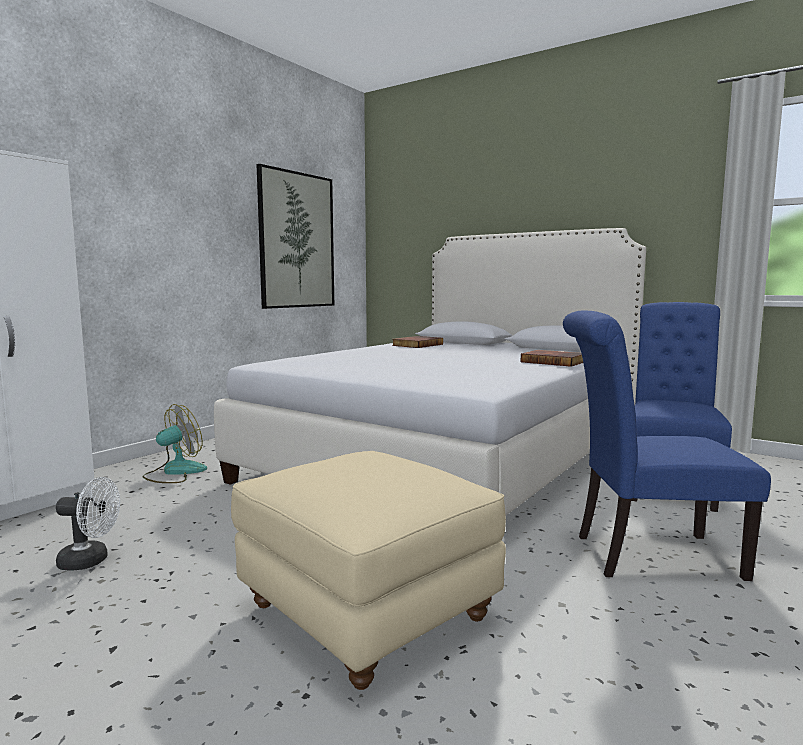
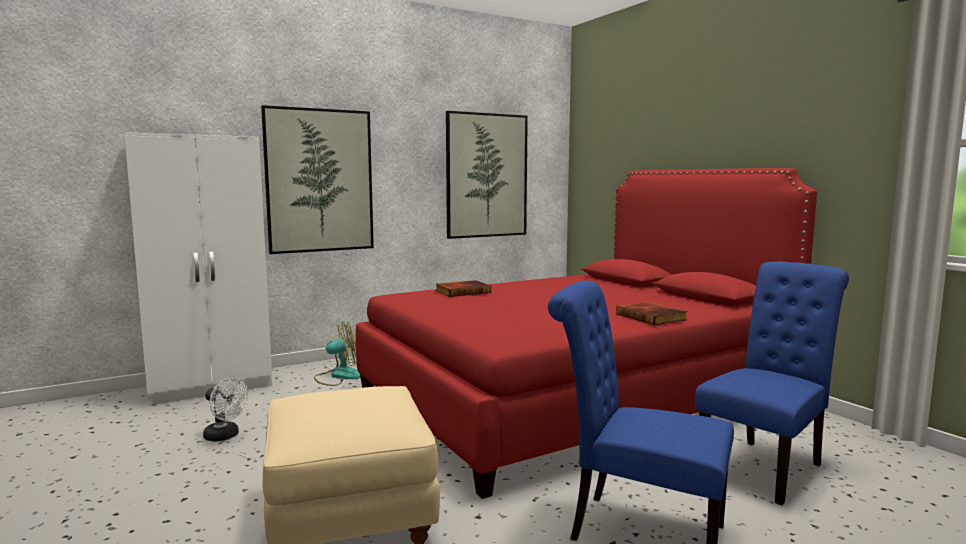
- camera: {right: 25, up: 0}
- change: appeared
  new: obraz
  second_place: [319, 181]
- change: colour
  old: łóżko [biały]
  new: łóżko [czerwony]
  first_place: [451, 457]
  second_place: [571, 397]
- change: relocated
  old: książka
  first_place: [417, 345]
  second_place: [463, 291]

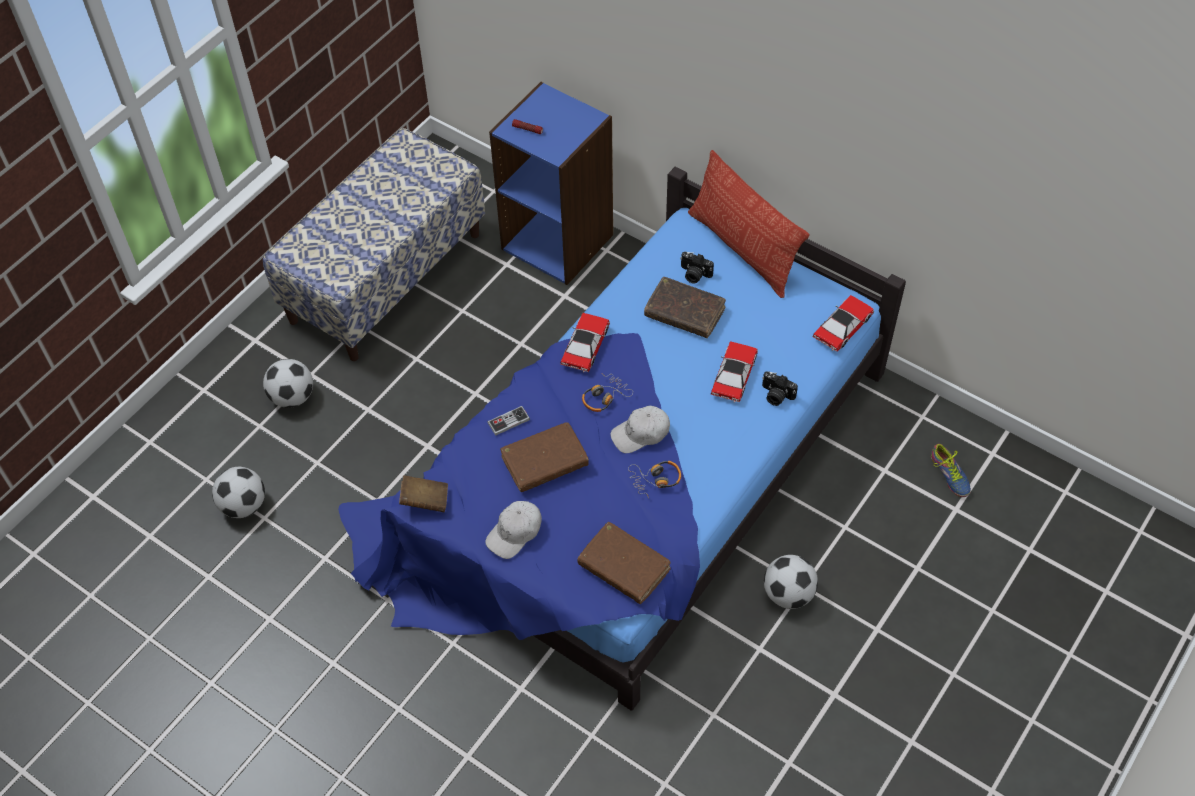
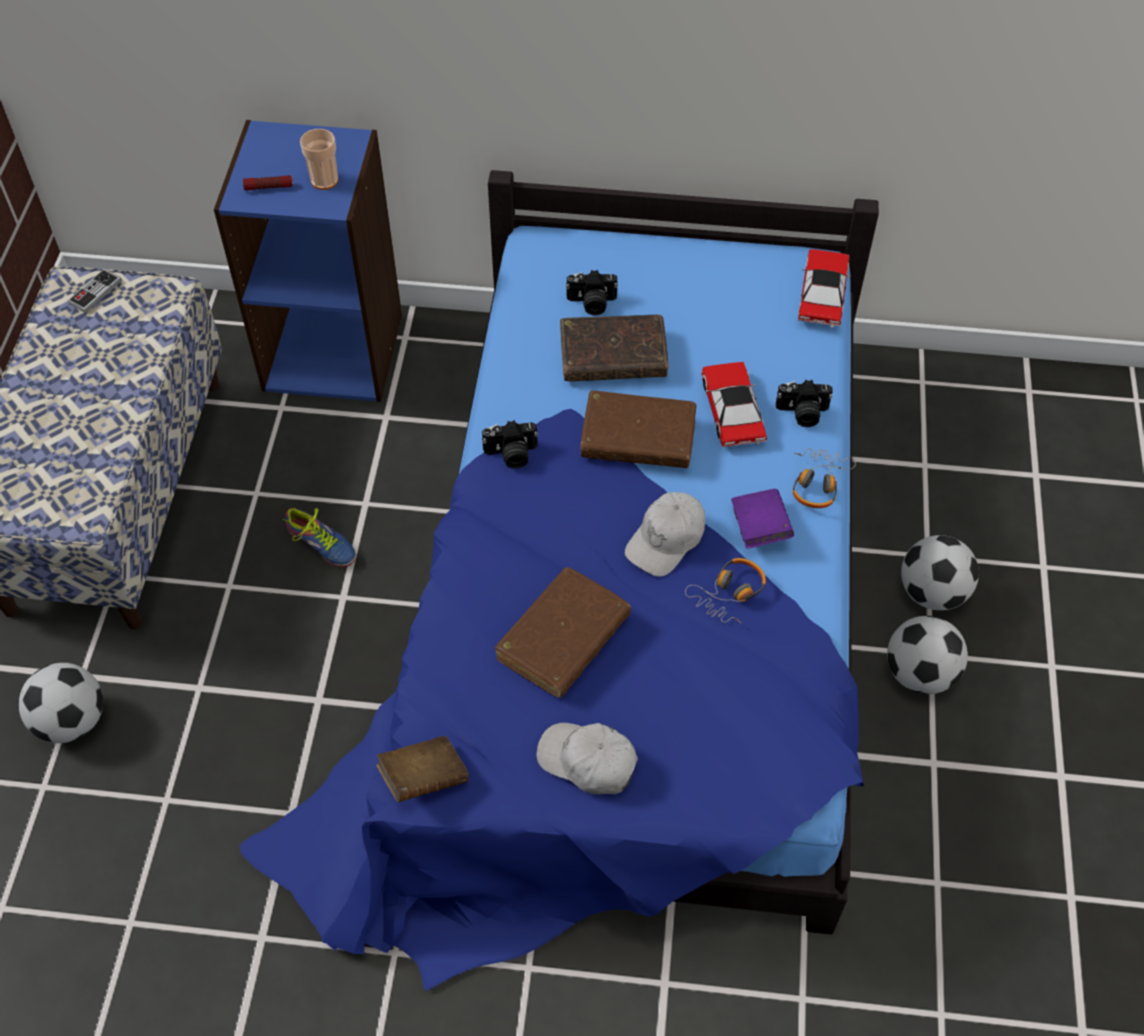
- camera: {right: -30, up: 0}
- change: relocated
  old: pad do gier
  first_place: [508, 421]
  second_place: [95, 292]
- change: relocated
  old: but
  first_place: [948, 476]
  second_place: [320, 546]
- change: appeared
  new: filiżanka
  second_place: [324, 180]
- change: exchanged
  old: samochodzik
  new: aparat fotograficzny
  first_place: [585, 346]
  second_place: [511, 455]
- change: spun
  old: czapka z daszkiem [biały]
  first_place: [515, 533]
  second_place: [588, 762]
  degrees: 105
- change: relocated
  old: książka [brązowy]
  first_place: [624, 568]
  second_place: [638, 438]
- change: appeared
  new: książka [fioletowy]
  second_place: [759, 529]
- change: relocated
  old: słuchawki
  first_place: [604, 397]
  second_place: [817, 483]
- change: relocated
  old: piłka futbolowa
  first_place: [244, 505]
  second_place: [932, 592]
- change: missing
  old: poduszka
  first_place: [743, 249]

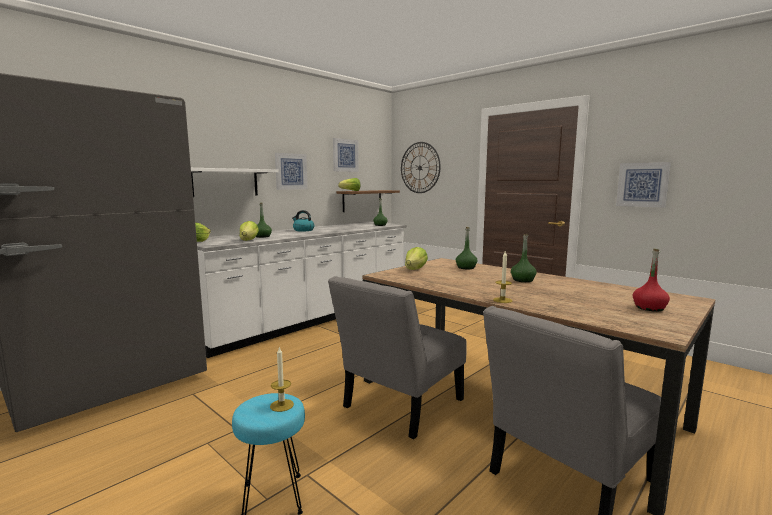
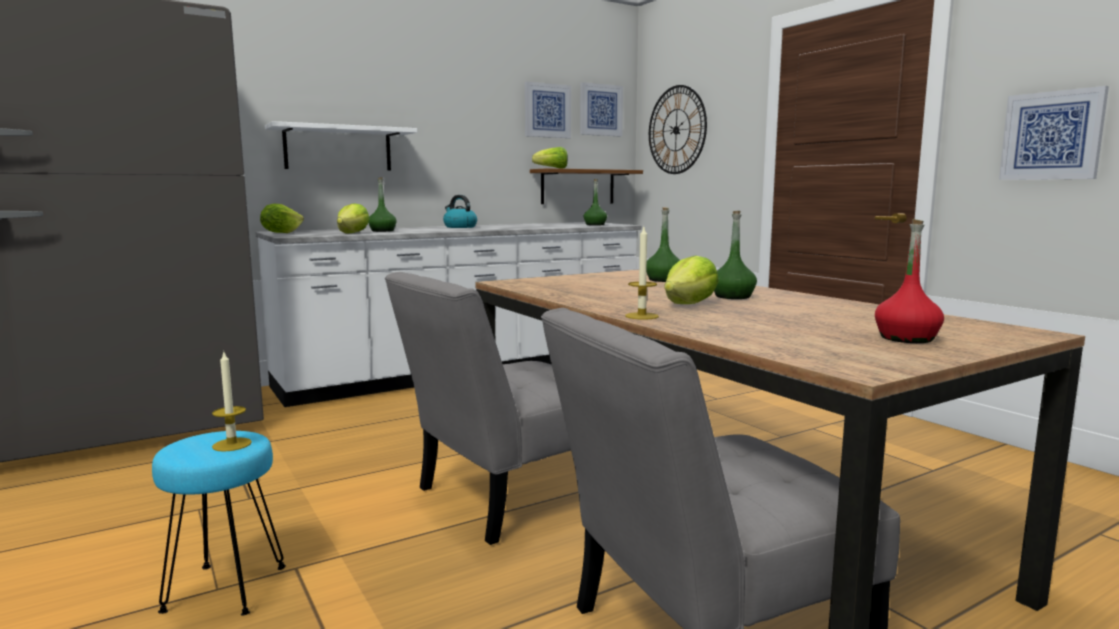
- camera: {right: 15, up: 0}
- change: relocated
  old: obraz
  first_place: [291, 171]
  second_place: [600, 110]
- change: relocated
  old: sałata
  first_place: [415, 269]
  second_place: [690, 304]

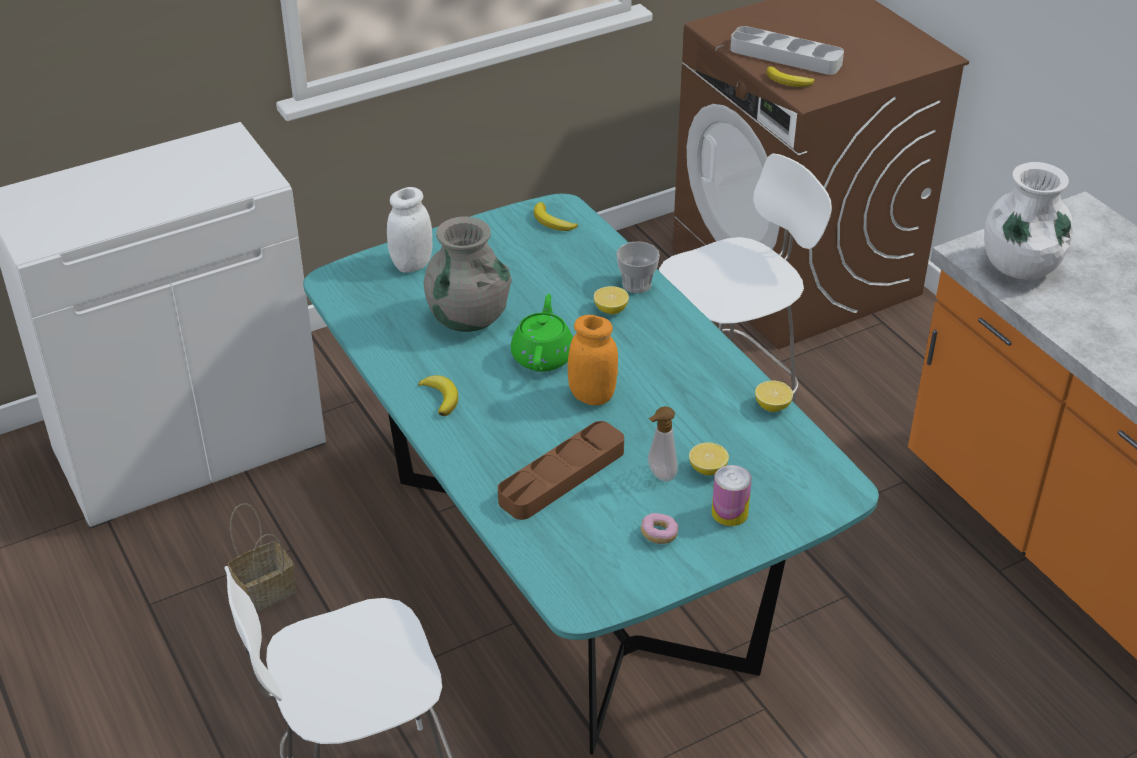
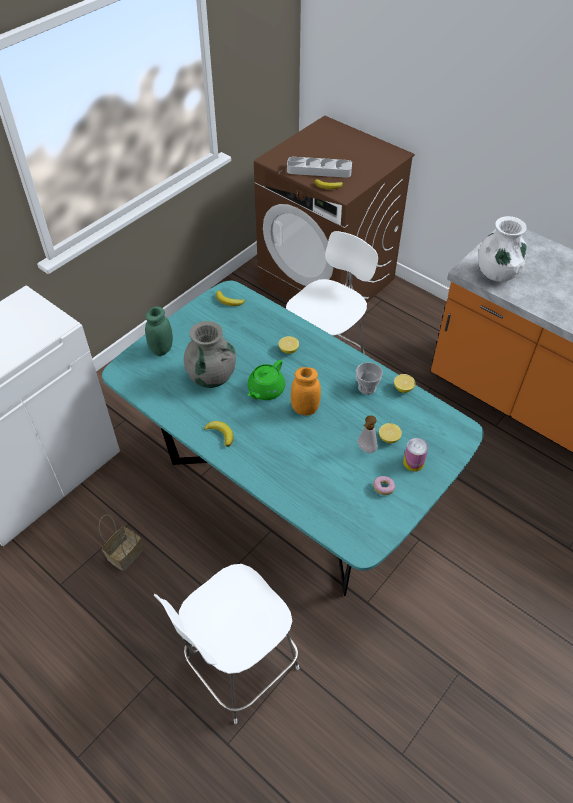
- camera: {right: -20, up: 10}
- change: colour
  old: słoik [biały]
  new: słoik [zielony]
  first_place: [412, 264]
  second_place: [162, 349]
- change: spun
  old: imbryk [zielony]
  first_place: [543, 356]
  second_place: [265, 390]
  degrees: -135
- change: relocated
  old: filiżanka
  first_place: [636, 284]
  second_place: [367, 387]
- change: missing
  old: taca [brązowy]
  first_place: [562, 476]

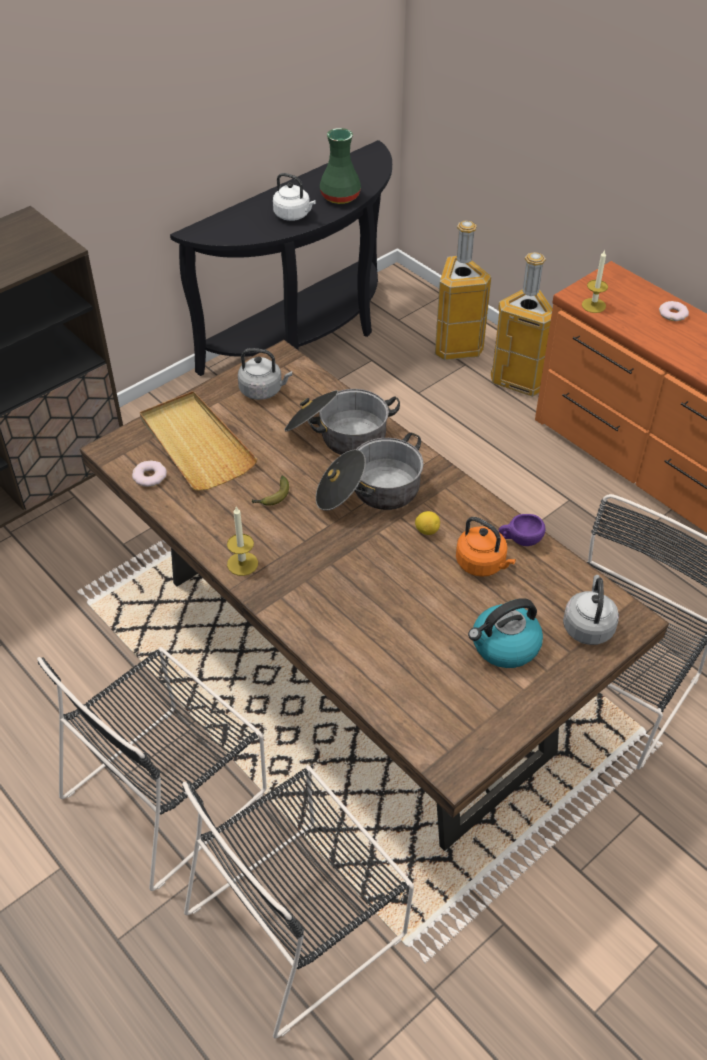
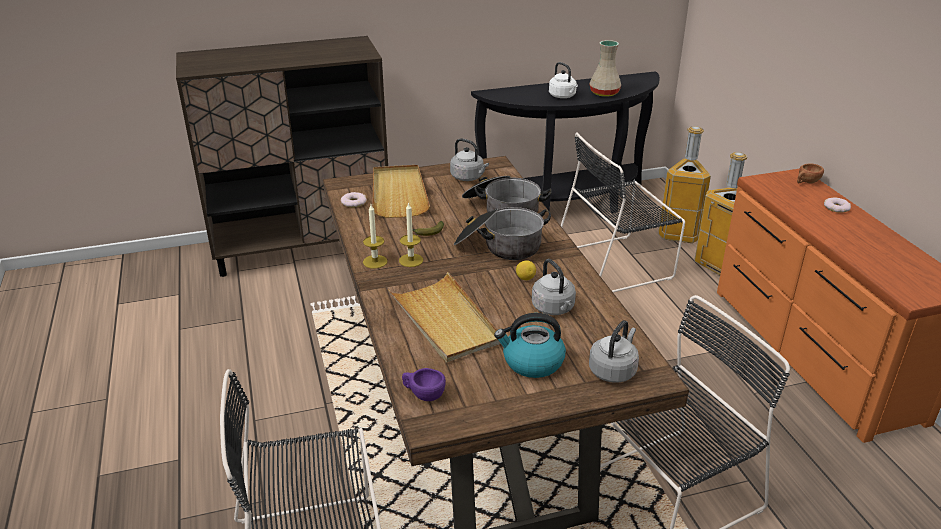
- camera: {right: 25, up: -15}
- change: appeared
  new: taca [beżowy]
  second_place: [445, 321]
- change: relocated
  old: świeca
  first_place: [593, 305]
  second_place: [411, 260]
- change: relocated
  old: filiżanka [fioletowy]
  first_place: [519, 540]
  second_place: [423, 394]
- change: colour
  old: czajnik [pomarańczowy]
  new: czajnik [szary]
  first_place: [482, 564]
  second_place: [554, 309]
- change: relocated
  old: krzesło [czarny]
  first_place: [169, 790]
  second_place: [616, 264]
- change: colour
  old: wazon [zielony]
  new: wazon [beżowy]
  first_place: [340, 197]
  second_place: [604, 93]
- change: appeared
  new: filiżanka [brązowy]
  second_place: [806, 182]

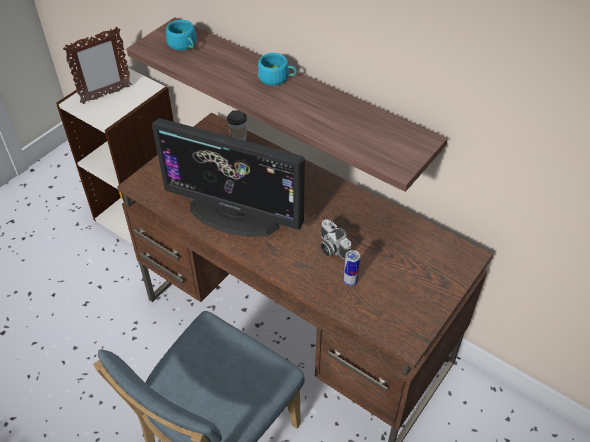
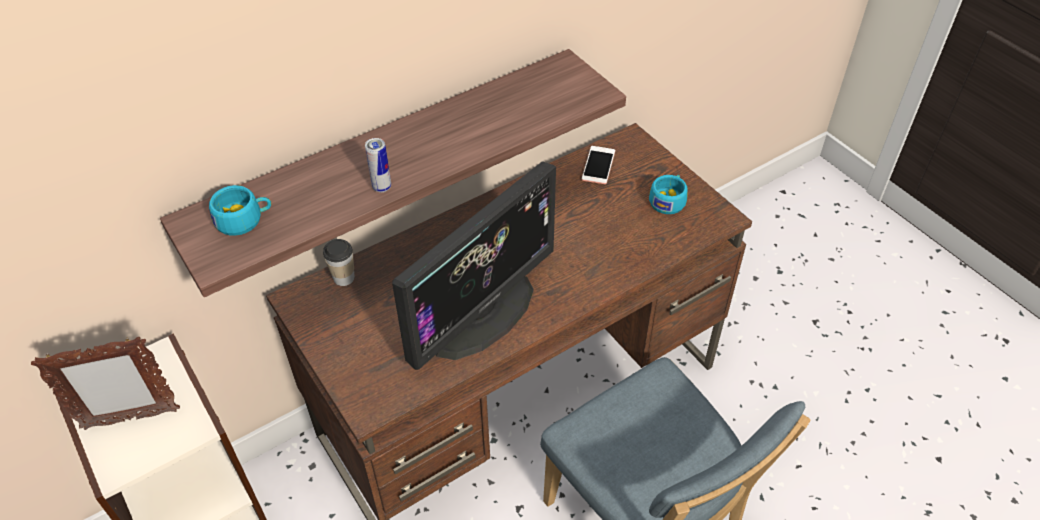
- camera: {right: -70, up: 0}
- change: spun
  old: ramka na zdjęcie
  first_place: [106, 95]
  second_place: [130, 419]
  degrees: 90
- change: relocated
  old: puszka
  first_place: [350, 281]
  second_place: [382, 187]
- change: appeared
  new: telefon
  second_place: [598, 165]
- change: relocated
  old: filiżanka [turkusowy]
  first_place: [277, 78]
  second_place: [668, 200]
- change: missing
  old: aparat fotograficzny
  first_place: [331, 247]

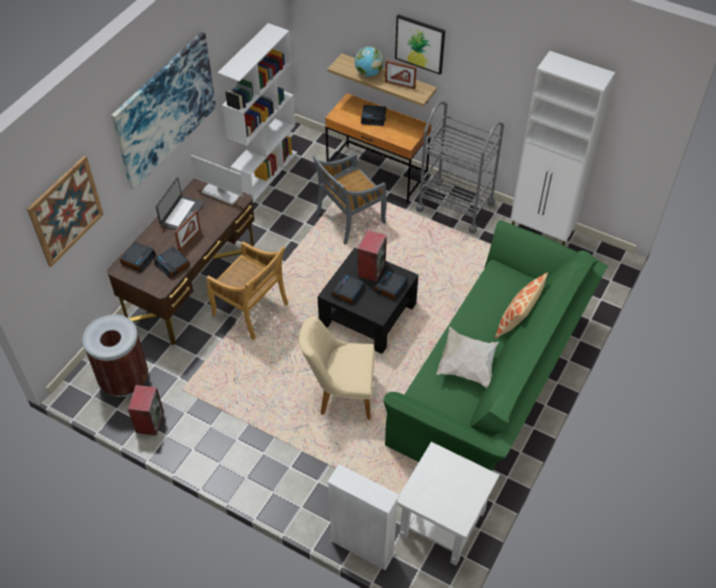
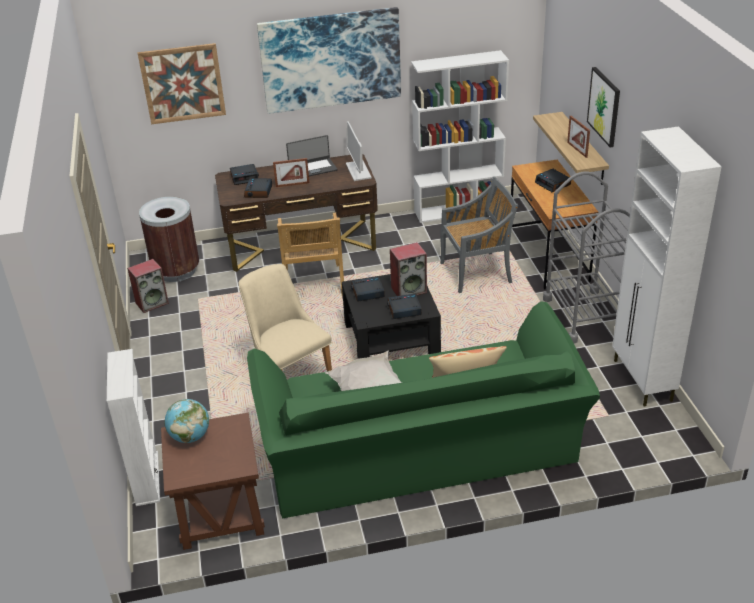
- camera: {right: 50, up: -15}
- change: colour
  old: stolik [biały]
  new: stolik [brązowy]
  first_place: [442, 524]
  second_place: [220, 514]
- change: relocated
  old: globus
  first_place: [368, 73]
  second_place: [190, 436]
- change: spun
  old: krzesło [szary]
  first_place: [349, 219]
  second_place: [477, 272]
  degrees: 150

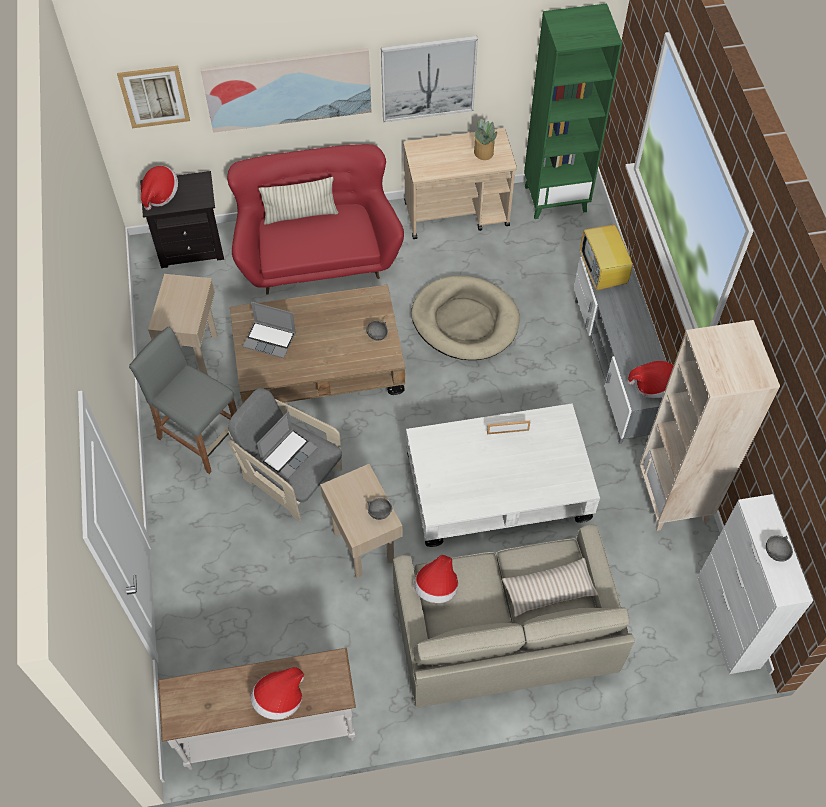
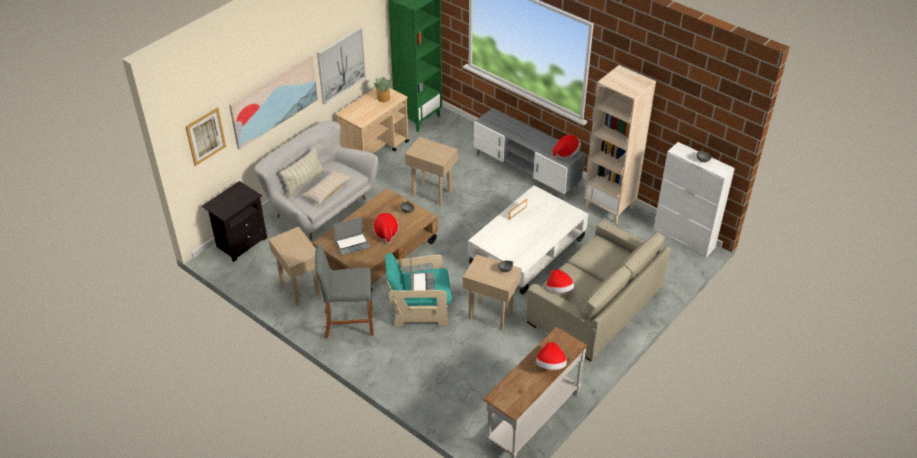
- camera: {right: -40, up: -15}
- change: colour
  old: kanapa [czerwony]
  new: kanapa [biały]
  first_place: [317, 255]
  second_place: [319, 207]
- change: relocated
  old: poduszka [beżowy]
  first_place: [549, 590]
  second_place: [327, 190]
- change: relocated
  old: kapelusz
  first_place: [160, 195]
  second_place: [386, 233]
- change: colour
  old: fotel [szary]
  new: fotel [turkusowy]
  first_place: [291, 477]
  second_place: [419, 309]
- change: exchanged
  old: legowisko [beżowy]
  new: stolik [beżowy]
  first_place: [465, 321]
  second_place: [432, 193]
- change: missing
  old: telewizor
  first_place: [603, 273]

